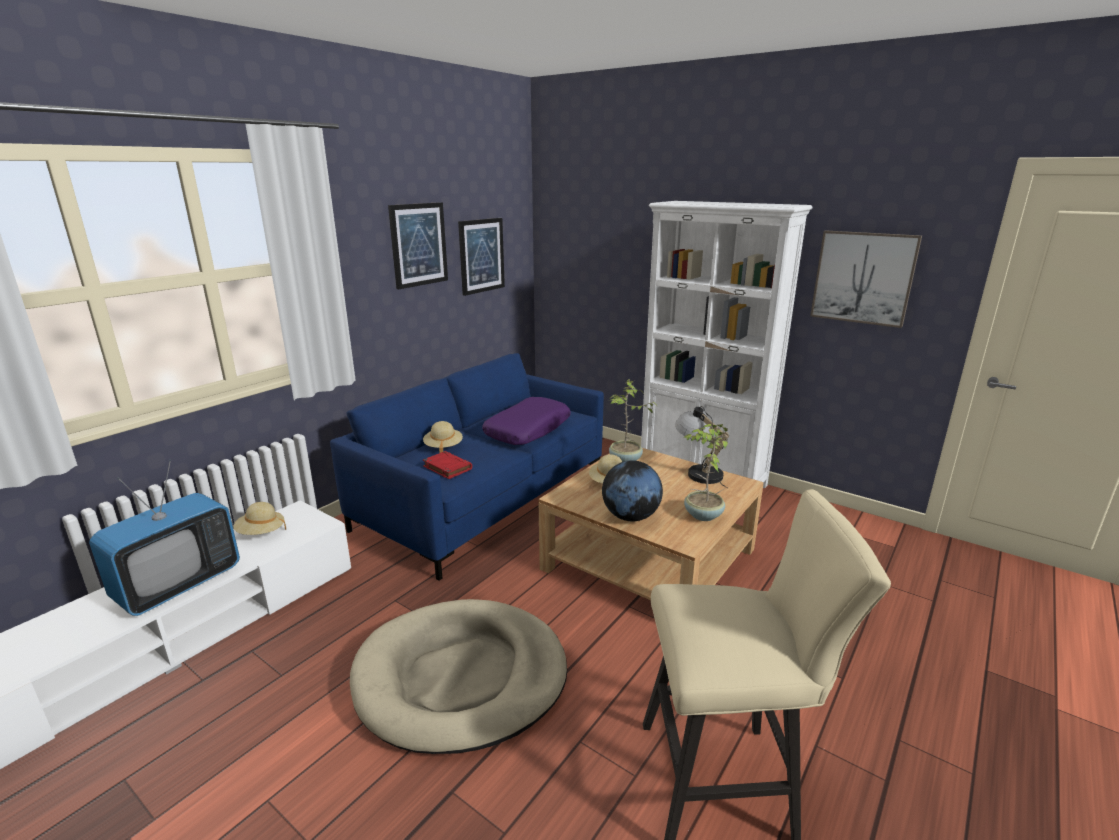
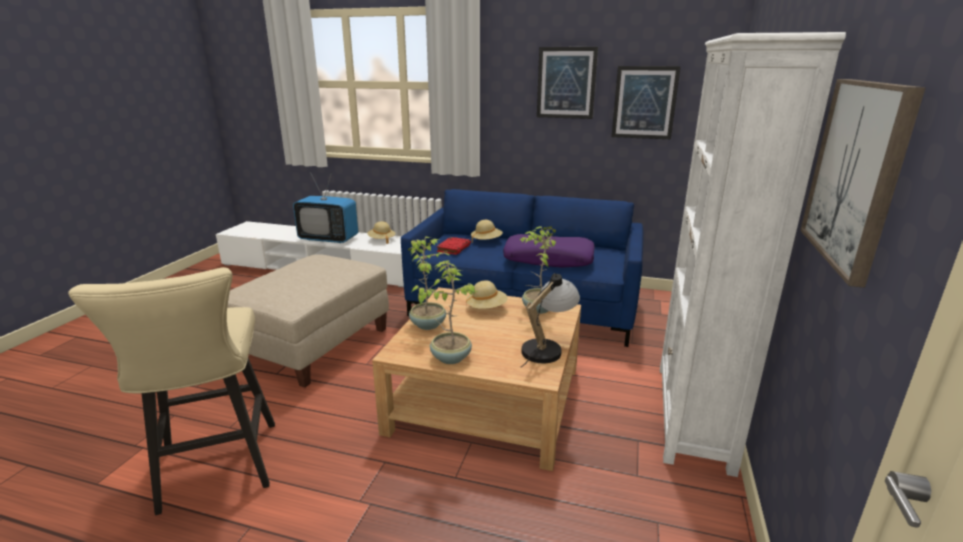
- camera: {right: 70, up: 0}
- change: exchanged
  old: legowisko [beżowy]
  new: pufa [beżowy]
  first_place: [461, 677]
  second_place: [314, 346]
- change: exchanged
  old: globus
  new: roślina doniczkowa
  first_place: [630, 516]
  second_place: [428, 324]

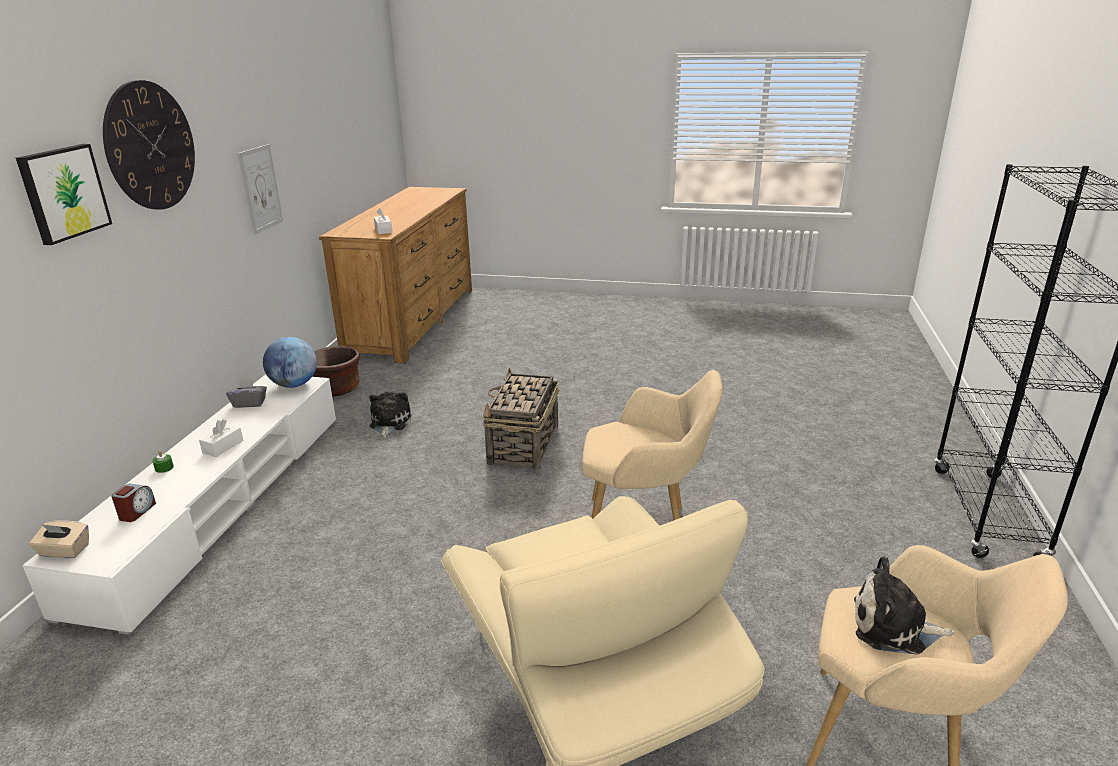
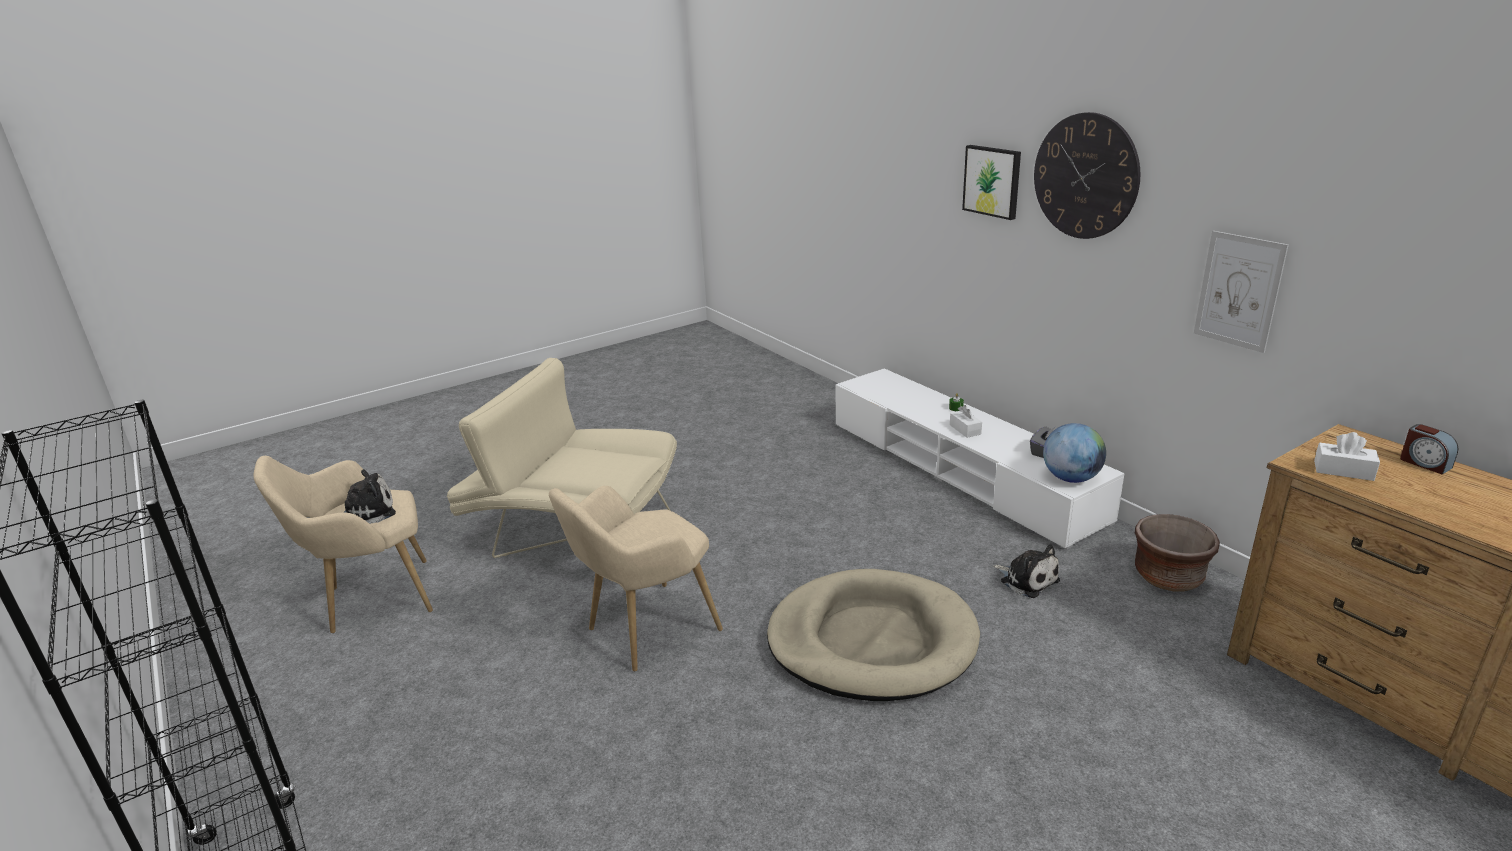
- camera: {right: 135, up: 0}
- change: exchanged
  old: koszyk
  new: legowisko [beżowy]
  first_place: [523, 445]
  second_place: [871, 641]
- change: relocated
  old: budzik
  first_place: [137, 512]
  second_place: [1424, 463]
- change: missing
  old: pudełko chusteczek [beżowy]
  first_place: [64, 551]

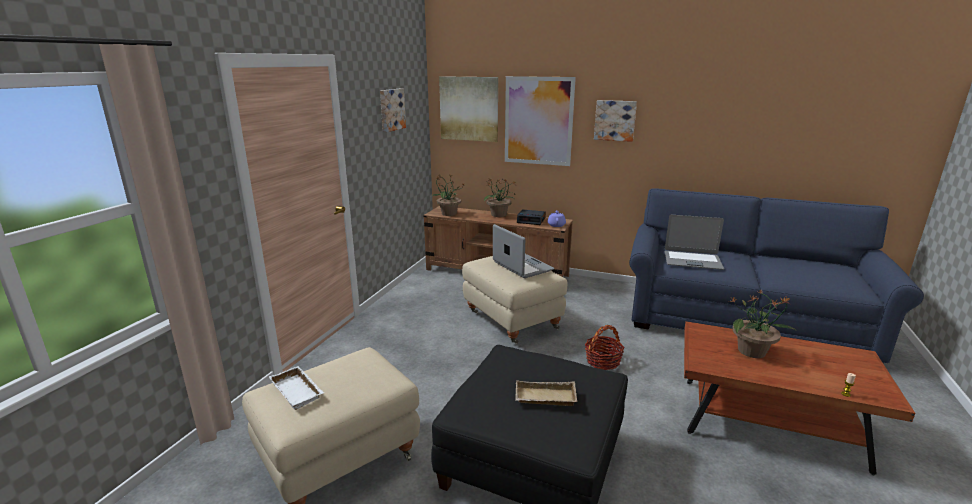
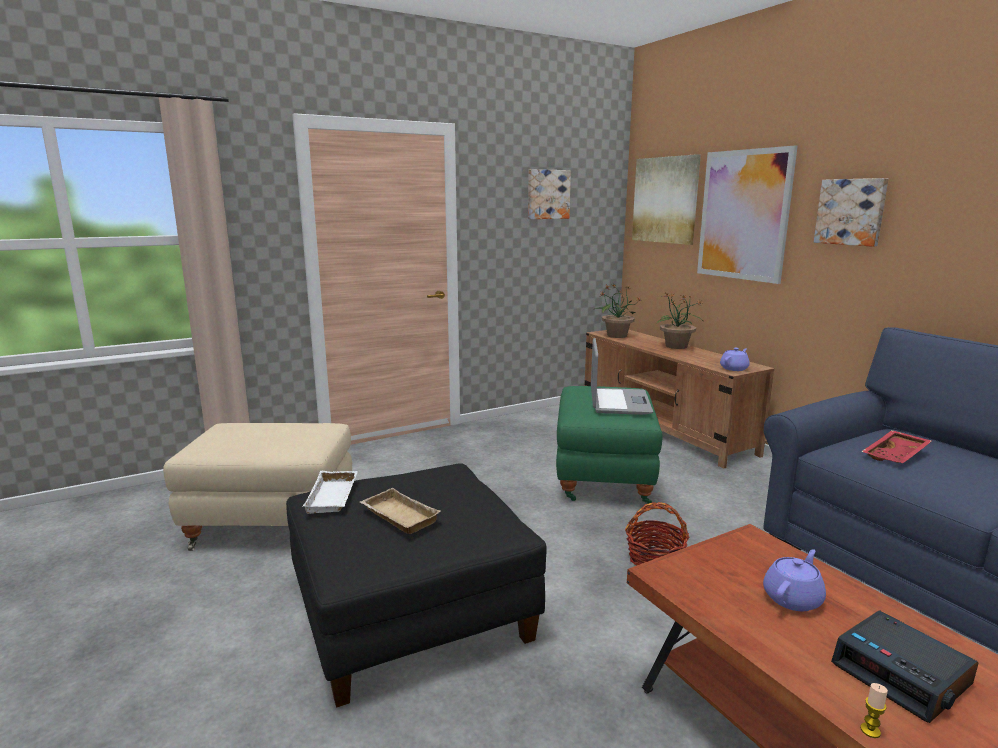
- camera: {right: 40, up: -5}
- change: relocated
  old: taca [biały]
  first_place: [299, 391]
  second_place: [334, 497]
- change: colour
  old: pufa [beżowy]
  new: pufa [zielony]
  first_place: [511, 321]
  second_place: [602, 478]
- change: exchanged
  old: roślina doniczkowa
  new: imbryk [fioletowy]
  first_place: [752, 351]
  second_place: [793, 598]
- change: relocated
  old: budzik
  first_place: [531, 220]
  second_place: [902, 675]
- change: exchanged
  old: laptop
  new: taca [czerwony]
  first_place: [692, 261]
  second_place: [896, 455]

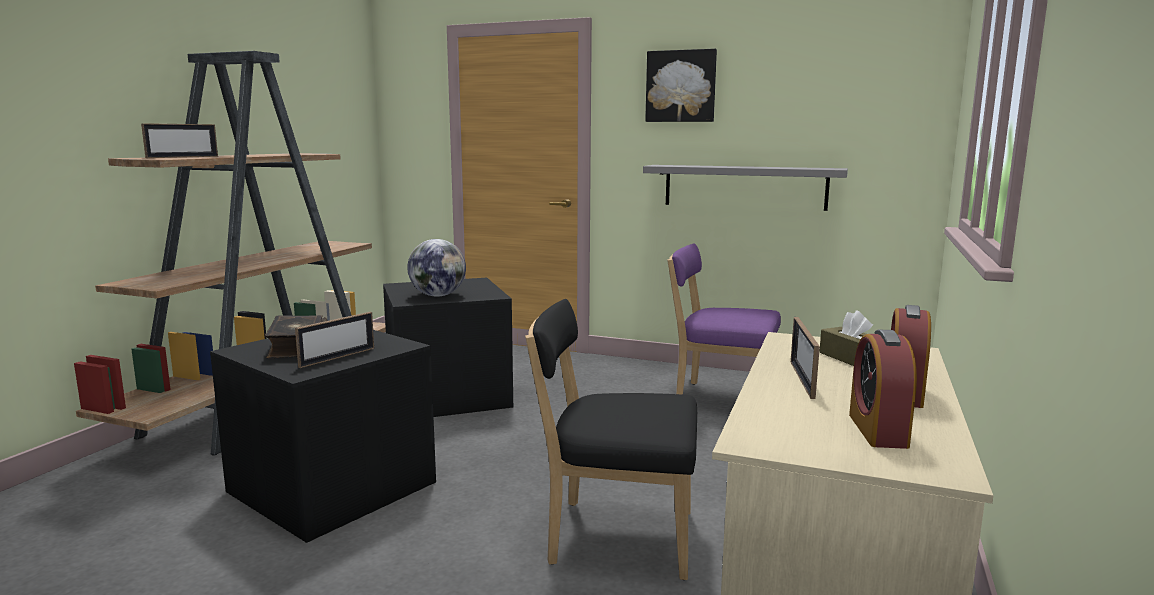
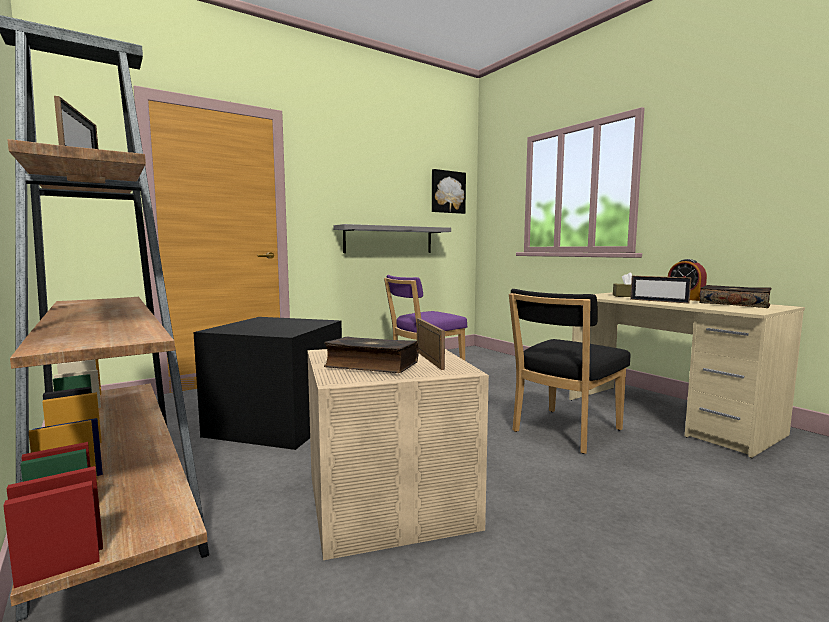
- camera: {right: -55, up: -5}
- change: colour
  old: pojemnik do przechowywania [czarny]
  new: pojemnik do przechowywania [beżowy]
  first_place: [333, 485]
  second_place: [386, 499]
- change: relocated
  old: obraz
  first_place: [681, 86]
  second_place: [447, 192]
- change: exchanged
  old: budzik
  new: książka
  first_place: [877, 430]
  second_place: [734, 304]
- change: missing
  old: globus
  first_place: [438, 295]

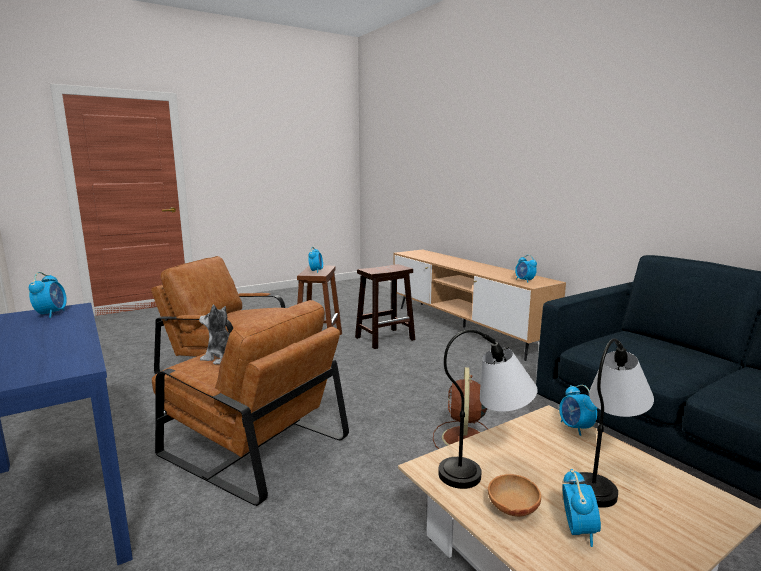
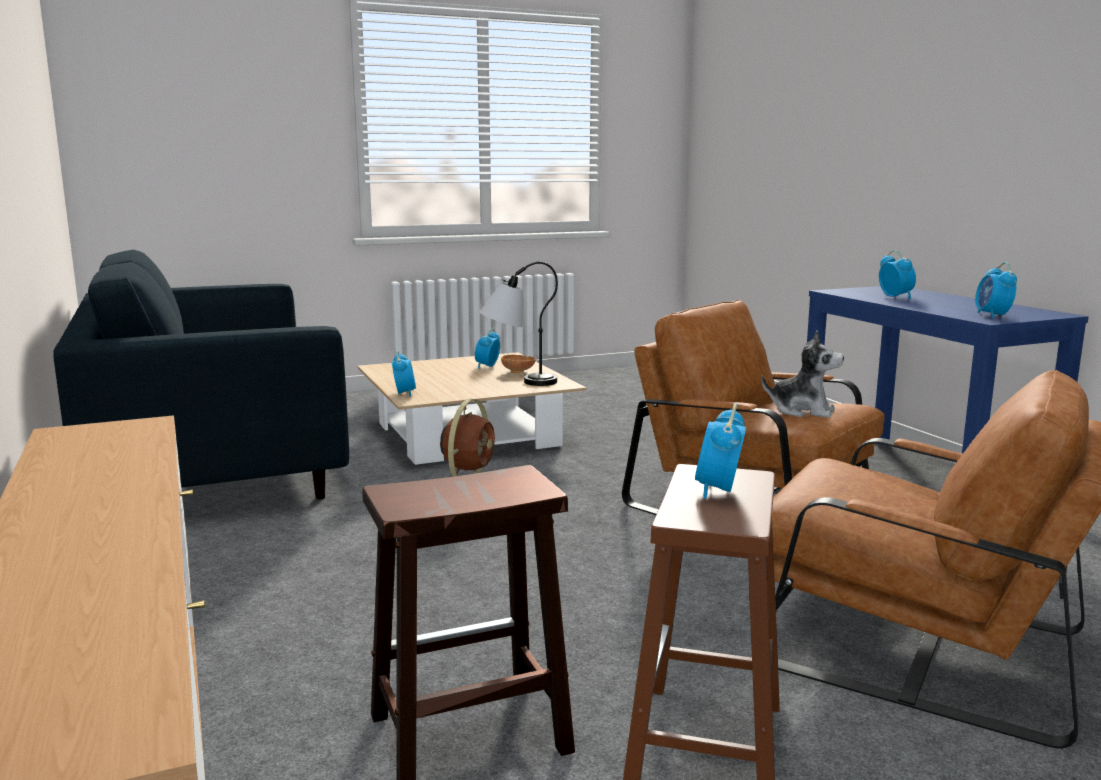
- camera: {right: -170, up: 0}
- change: relocated
  old: budzik
  first_place: [524, 280]
  second_place: [895, 297]
- change: missing
  old: lampa stołowa
  first_place: [604, 478]

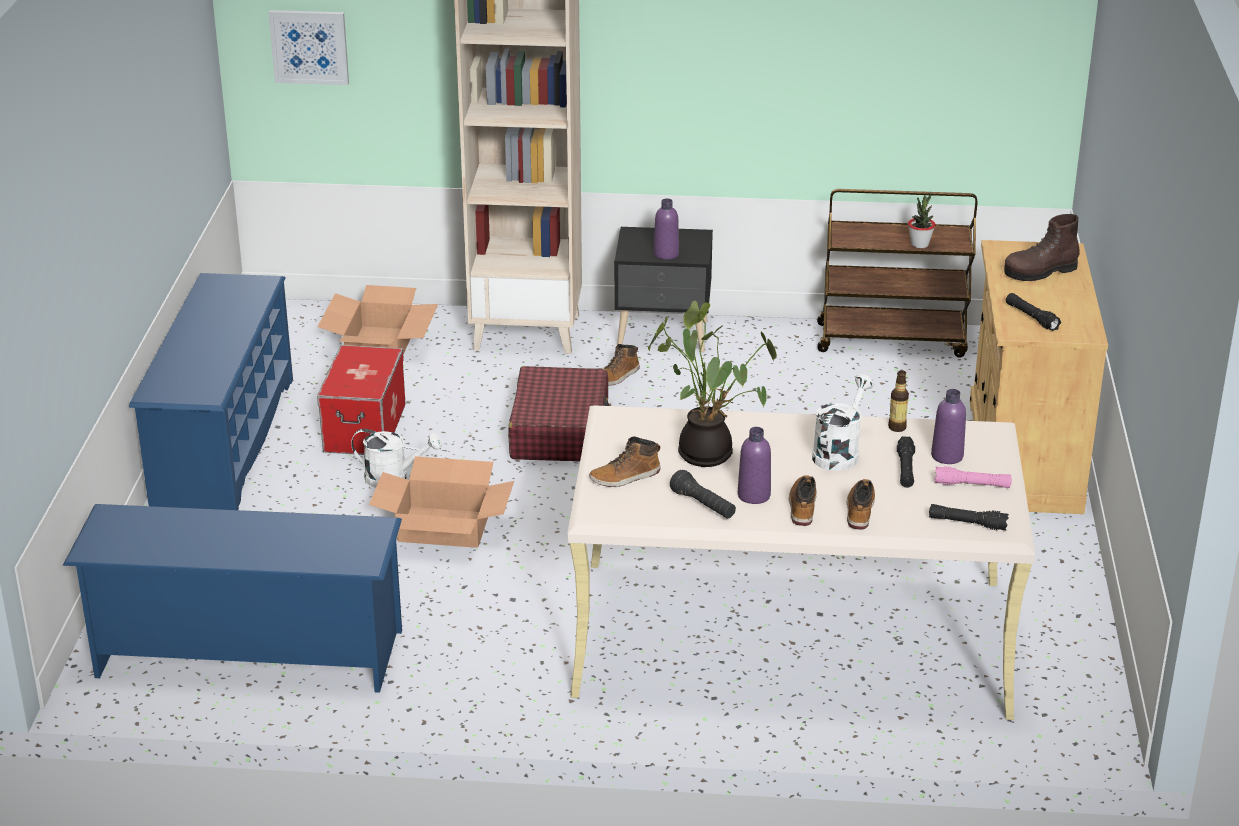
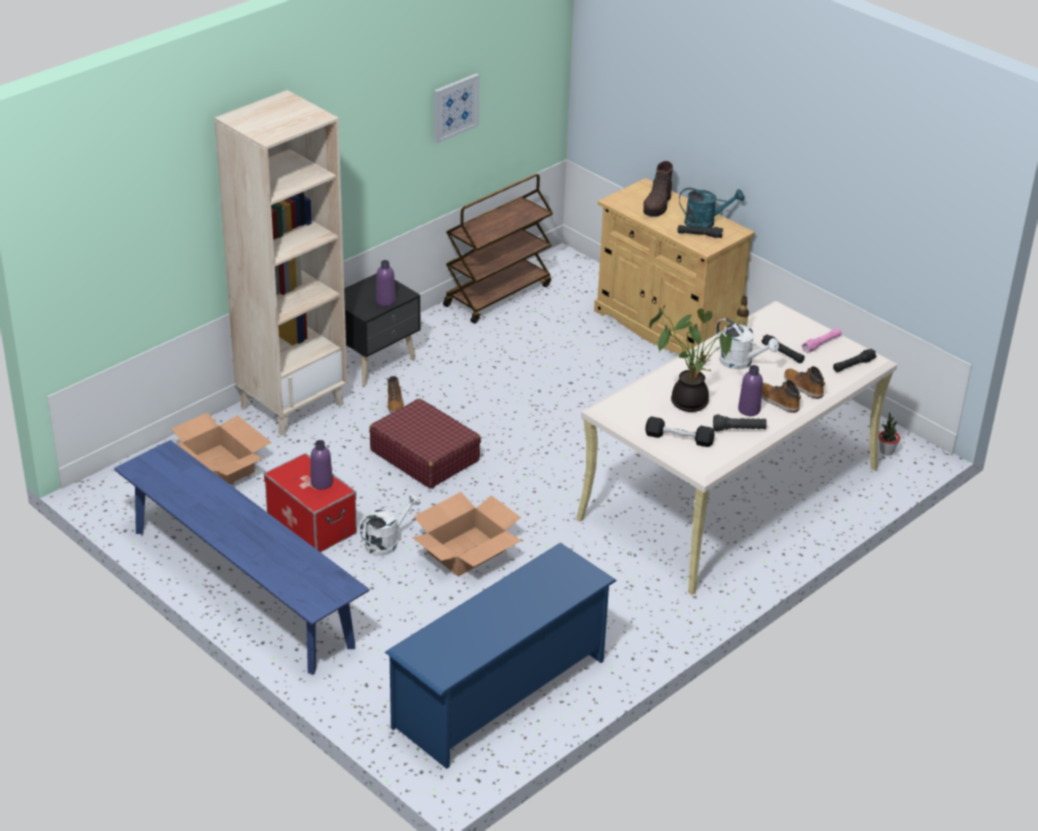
- camera: {right: -50, up: 5}
- change: exchanged
  old: regał na buty [niebieski]
  new: ławka [niebieski]
  first_place: [223, 441]
  second_place: [241, 587]
- change: relocated
  old: butelka [fioletowy]
  first_place: [947, 456]
  second_place: [321, 483]
- change: relocated
  old: obraz
  first_place: [309, 46]
  second_place: [455, 107]
- change: exchanged
  old: but z cholewką
  new: hantel [czarny]
  first_place: [625, 477]
  second_place: [679, 438]
- change: appeared
  new: konewka [turkusowy]
  second_place: [705, 223]
- change: spun
  old: konewka [biały]
  first_place: [839, 452]
  second_place: [741, 363]
  degrees: 150
- change: relocated
  old: roślina doniczkowa
  first_place: [920, 244]
  second_place: [886, 451]

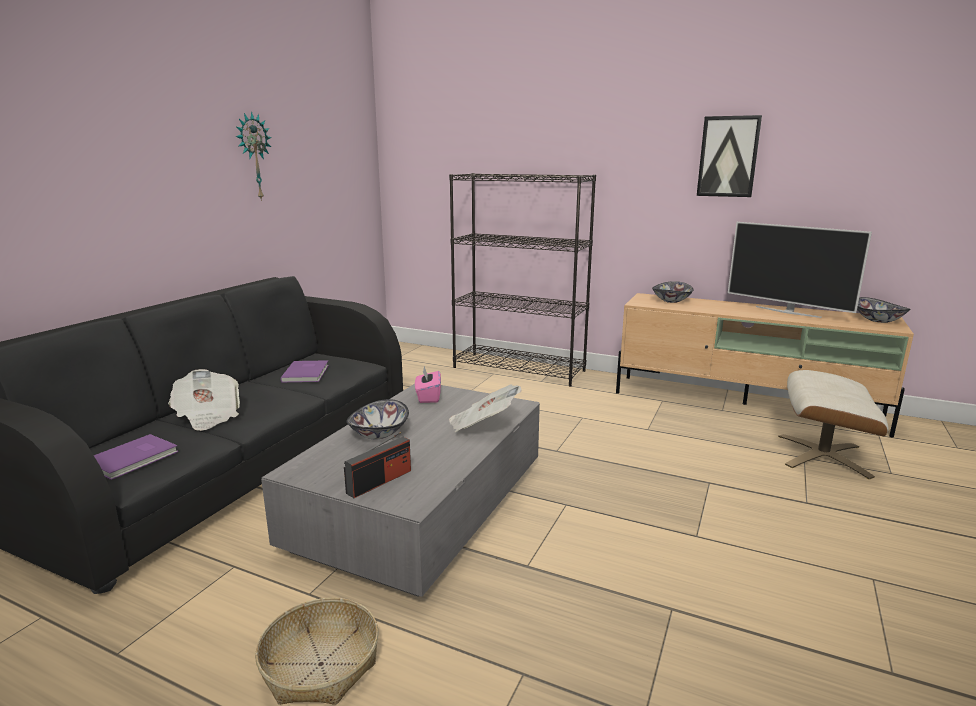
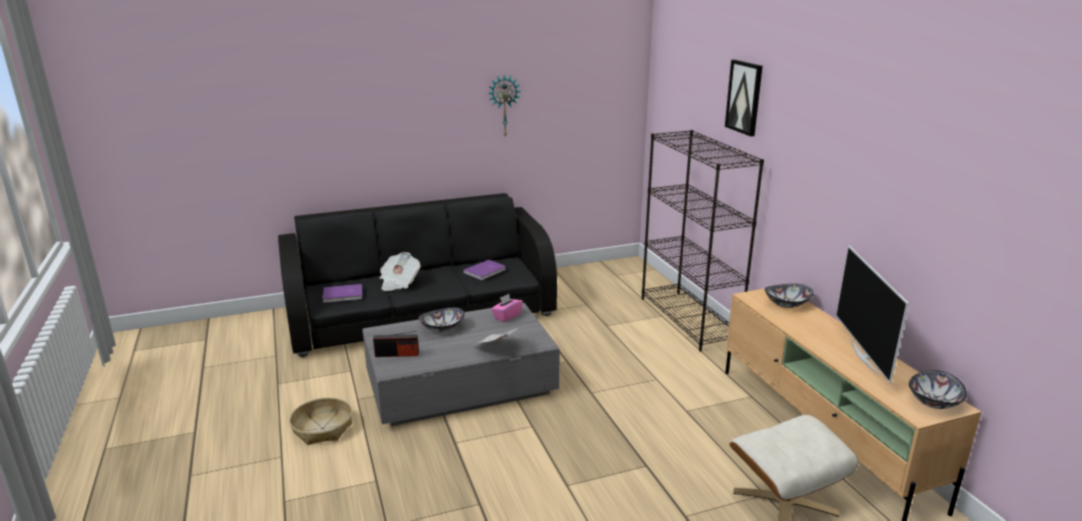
- camera: {right: 45, up: 5}
- change: relocated
  old: obraz
  first_place: [728, 156]
  second_place: [744, 97]

